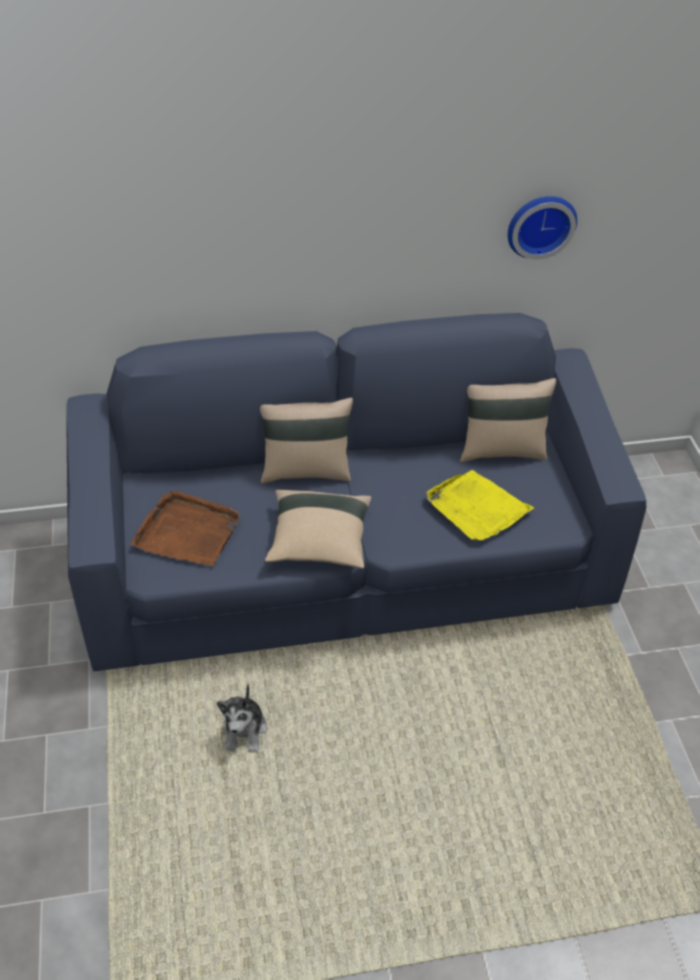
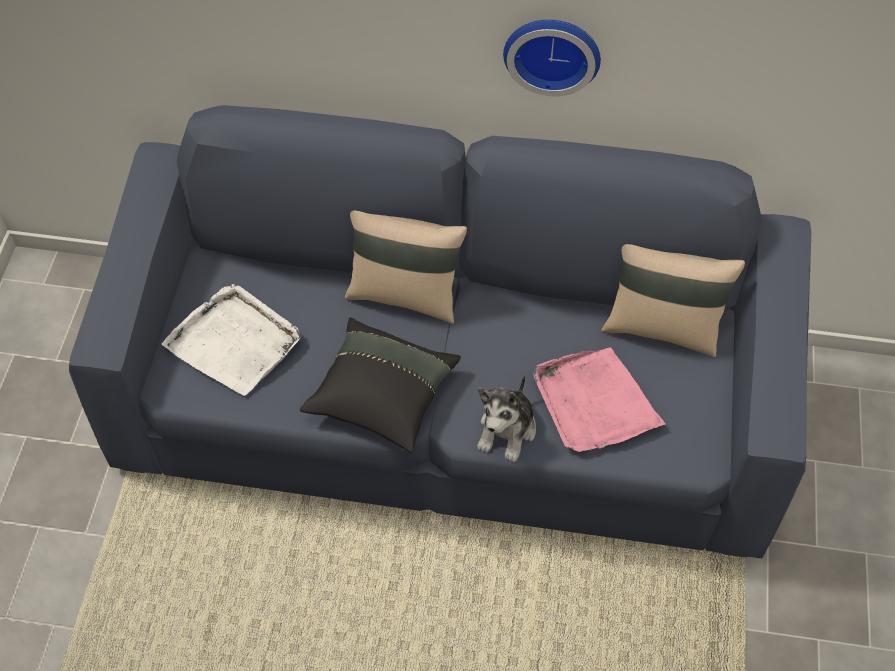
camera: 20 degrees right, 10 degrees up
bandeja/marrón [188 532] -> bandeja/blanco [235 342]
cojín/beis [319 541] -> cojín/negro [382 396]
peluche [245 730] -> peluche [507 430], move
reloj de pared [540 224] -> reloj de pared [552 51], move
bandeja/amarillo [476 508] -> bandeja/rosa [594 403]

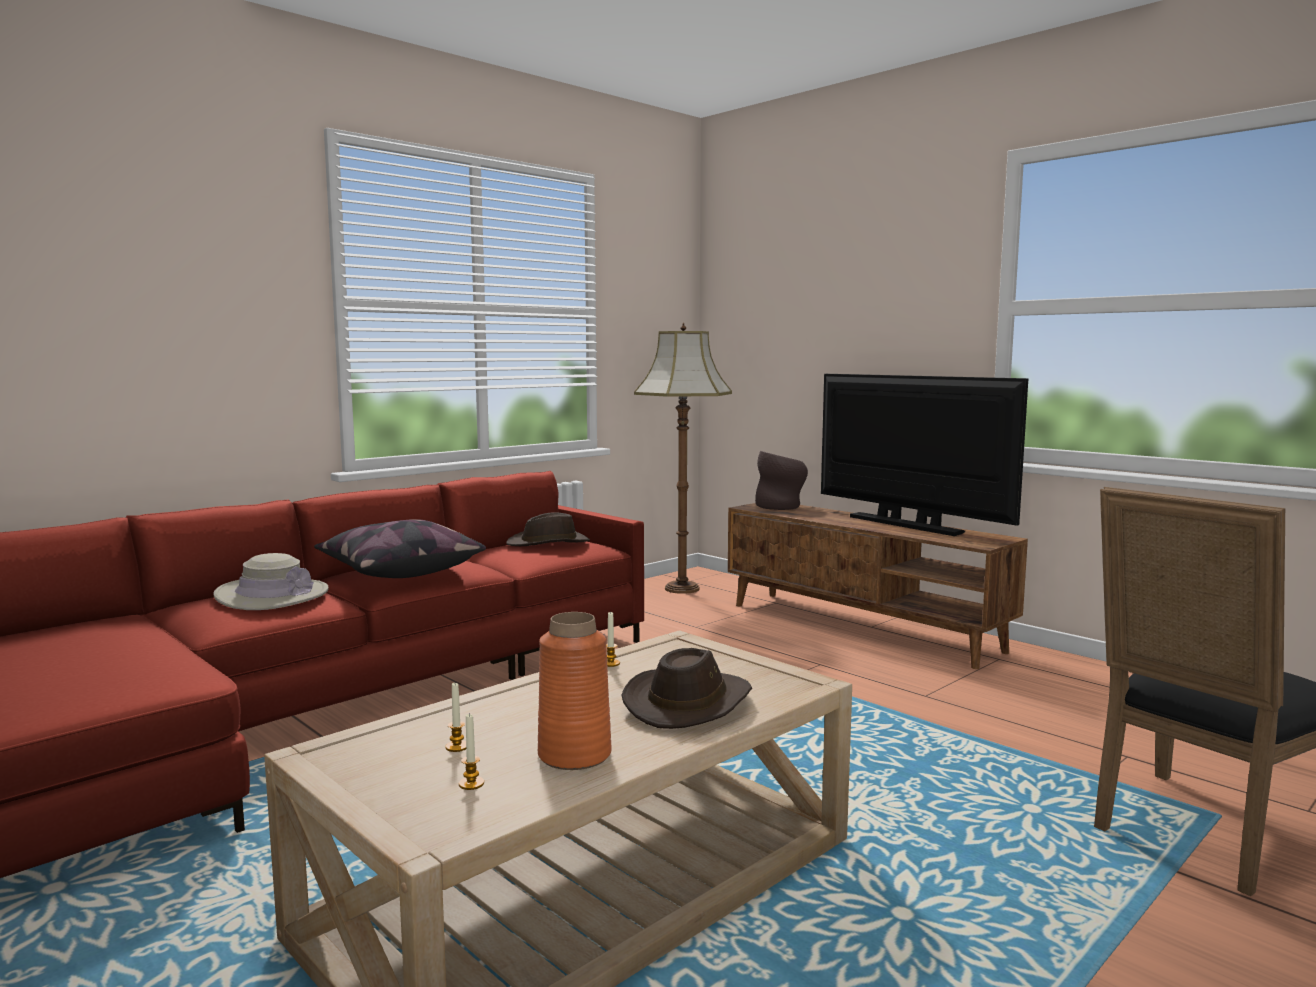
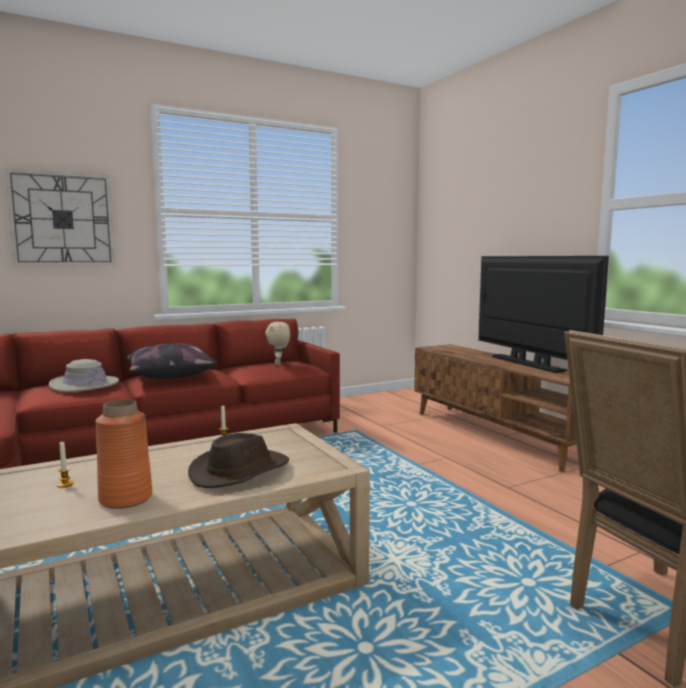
camera: 15 degrees right, 0 degrees up
none -> reloj de pared [62 219]
sombrero/marrón [549 543] -> peluche/beis [279 364]
vela [471 784] -> none
lámpara de pie [682 589] -> none
florero/marrón [781 506] -> none

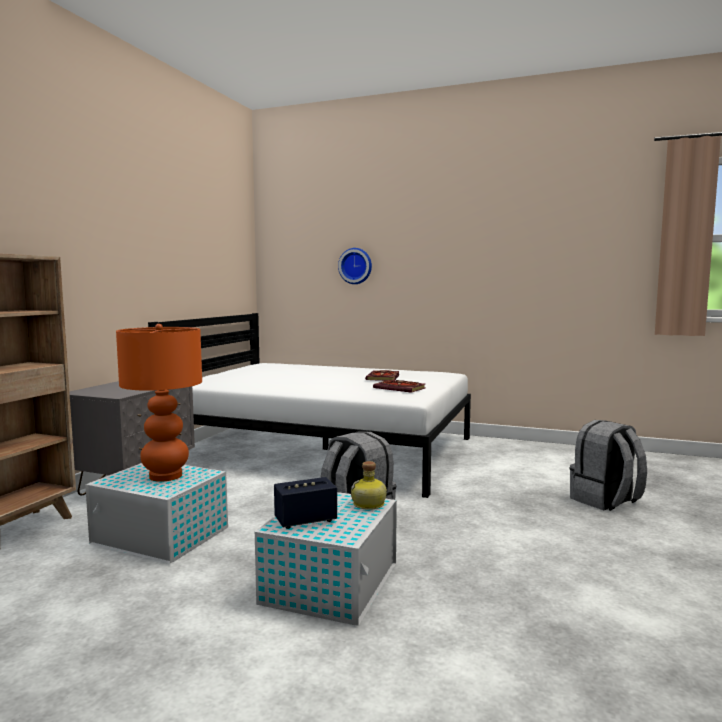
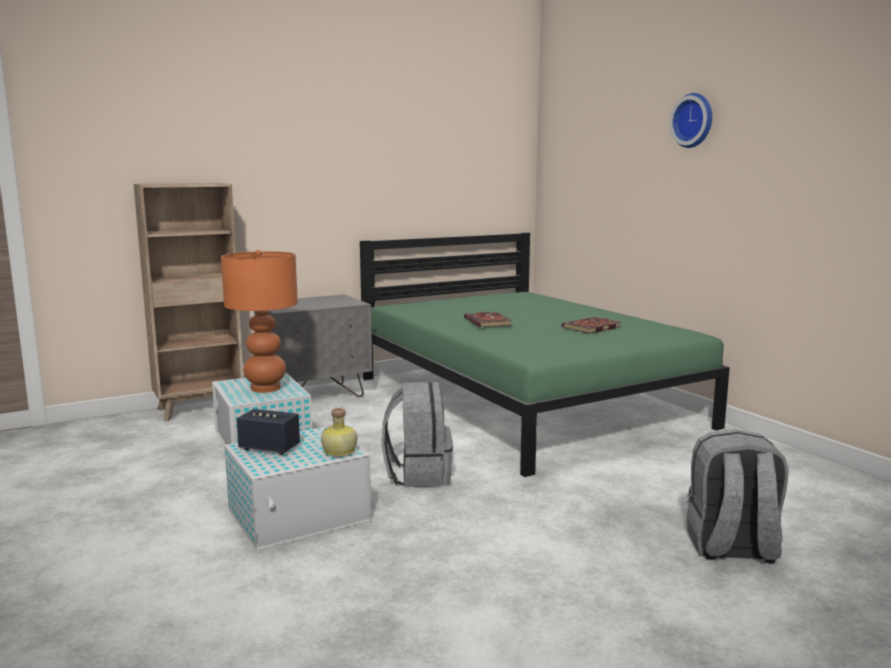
camera: 40 degrees right, 5 degrees up
cama/blanco [323 448] -> cama/verde [525 401]
libro [401 388] -> libro [489 322], move
reloj de pared [356 266] -> reloj de pared [694 120], move

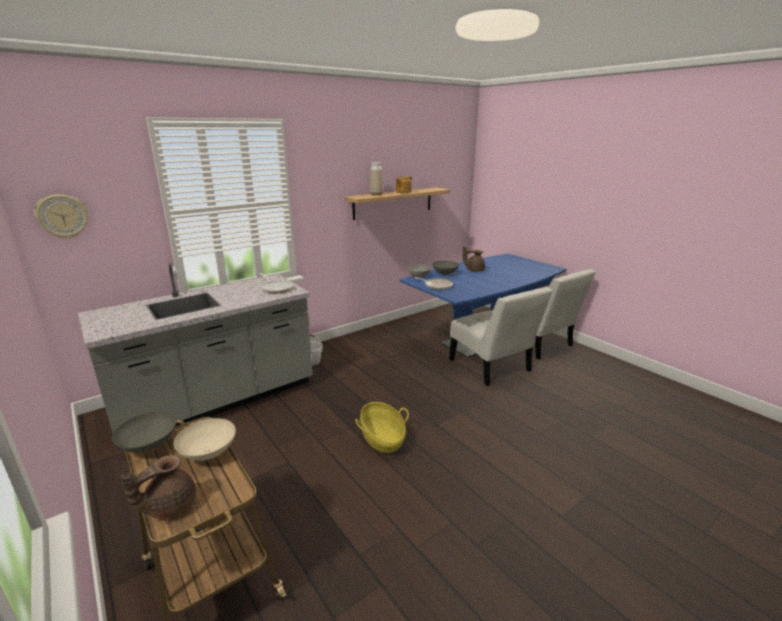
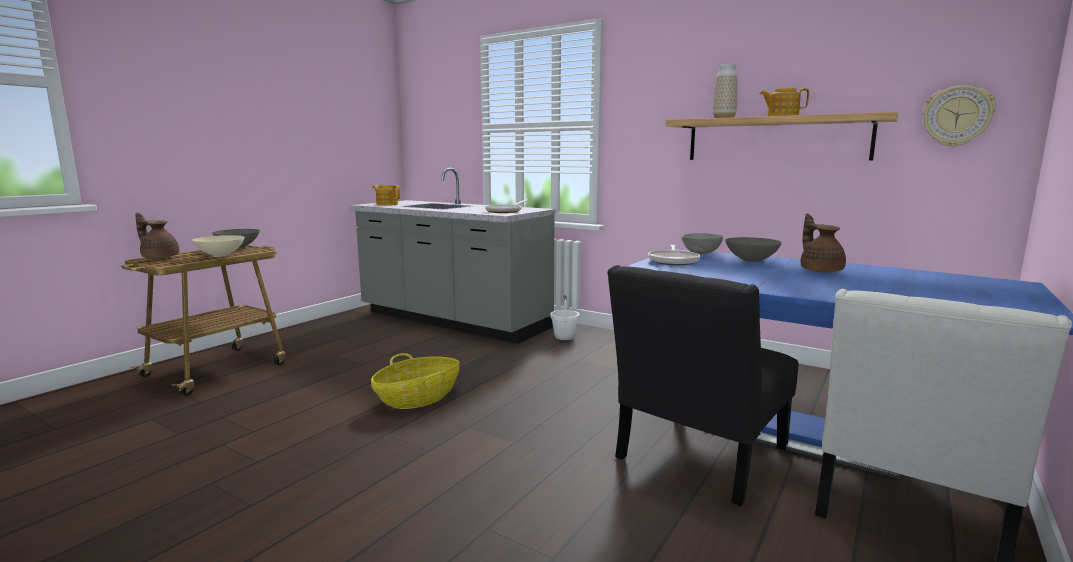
camera: 70 degrees right, 10 degrees down
none -> tetera [387 204]
silla/blanco [492 367] -> silla/negro [697 457]
reloj de pared [62 216] -> reloj de pared [956 116], move

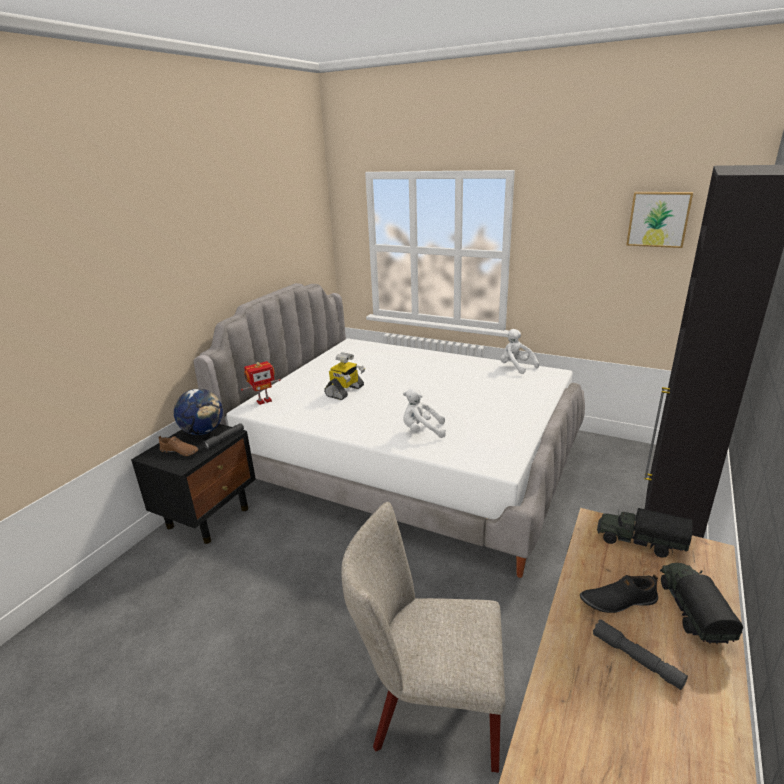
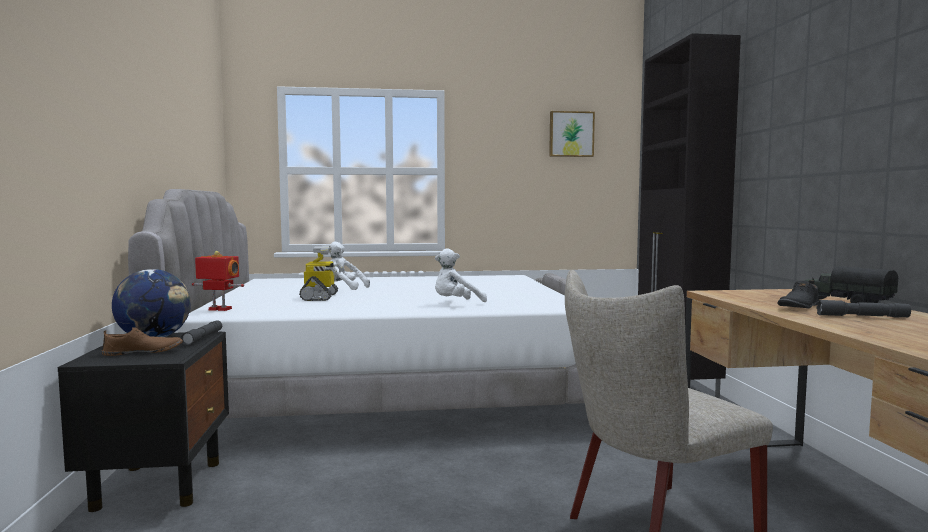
camera: 35 degrees left, 20 degrees down
robot de juguete [264 401] -> robot de juguete [219 309], 105 degrees counterclockwise
peluche/blanco [516 367] -> peluche/blanco [343 288], move
camión de juguete [639 542] -> none

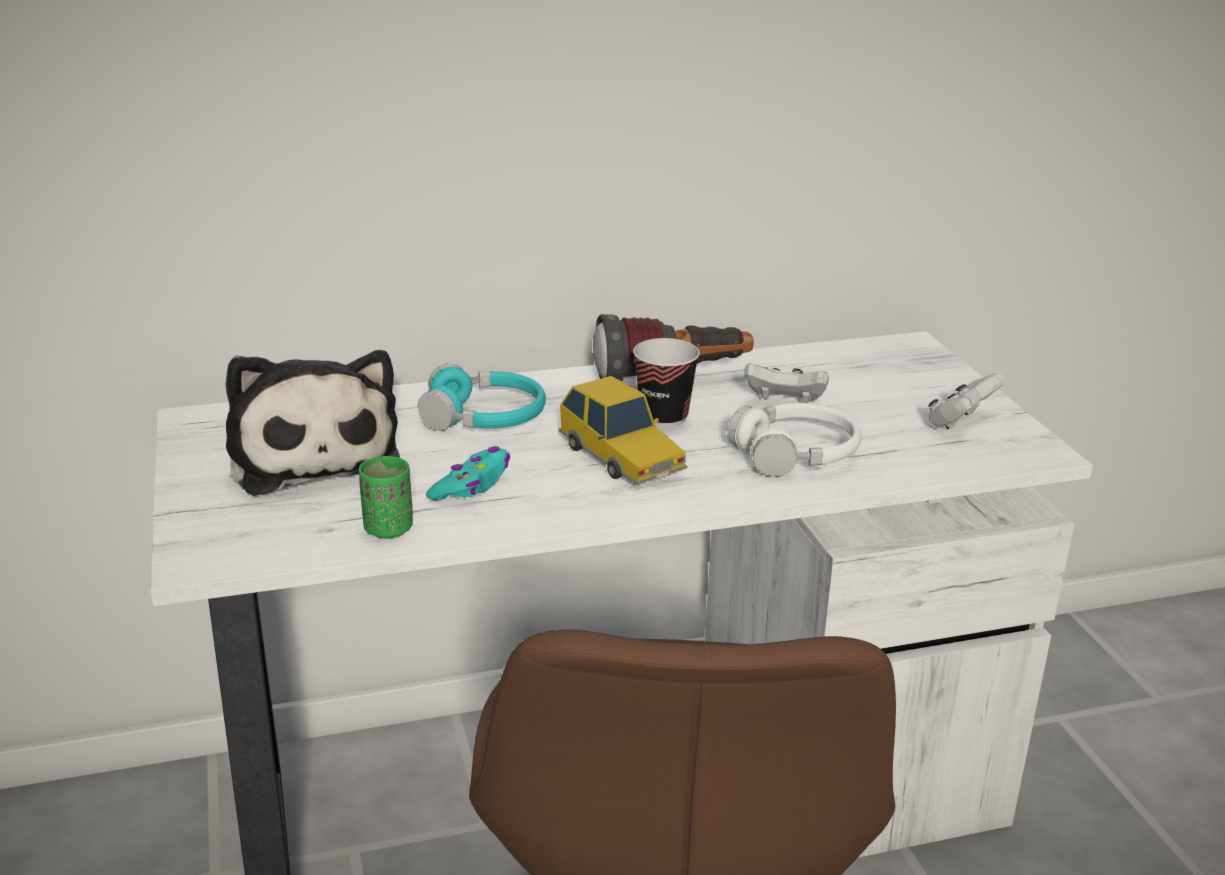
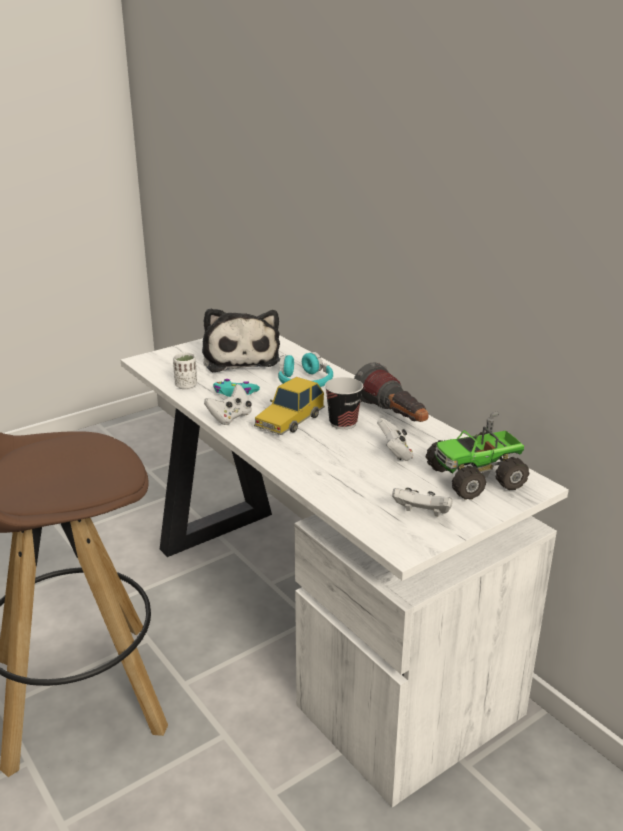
camera: 70 degrees right, 0 degrees up
taza/verde [388 529] -> taza/blanco [186 386]
peluche [311 454] -> peluche [240 358], 60 degrees counterclockwise
none -> mando de consola/blanco [230 417]
none -> camión de juguete [476 477]
auriculares/blanco [796 453] -> none

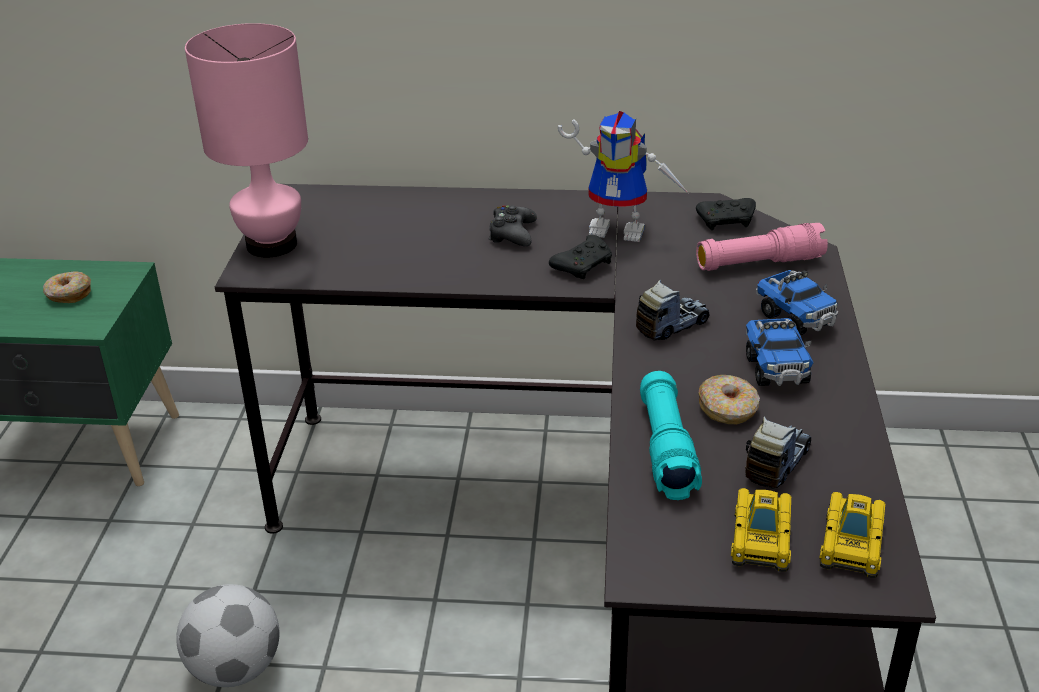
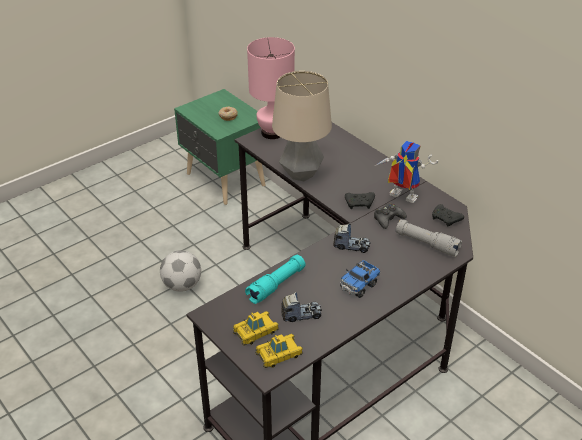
camera: 45 degrees right, 5 degrees up
none -> lámpara de mesa [301 174]
mando de consola/negro [512 234] -> mando de consola/negro [388 219], move
robot de juguete [622 229] -> robot de juguete [399 198], 150 degrees clockwise
linterna/rosa [759 263] -> linterna/gris [427 244]
rosquilla [728 409] -> none
camión de juguete [795 318] -> none

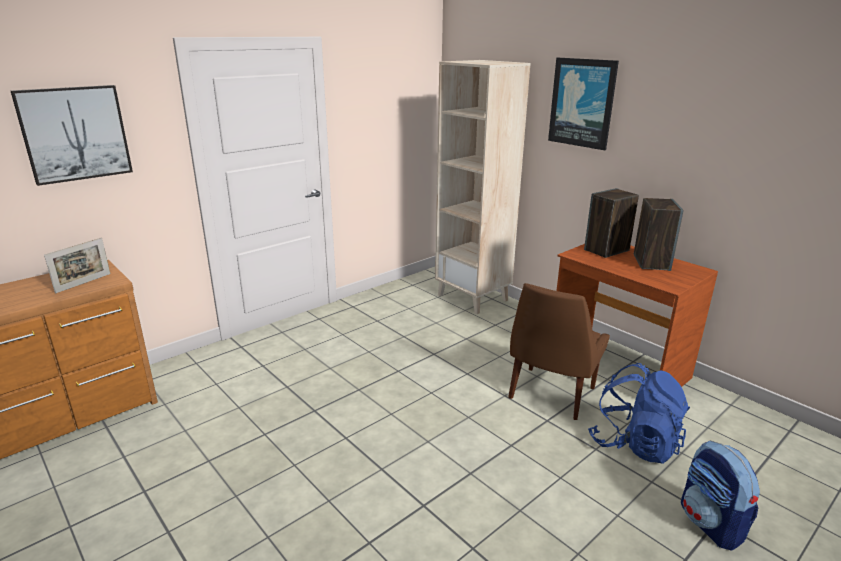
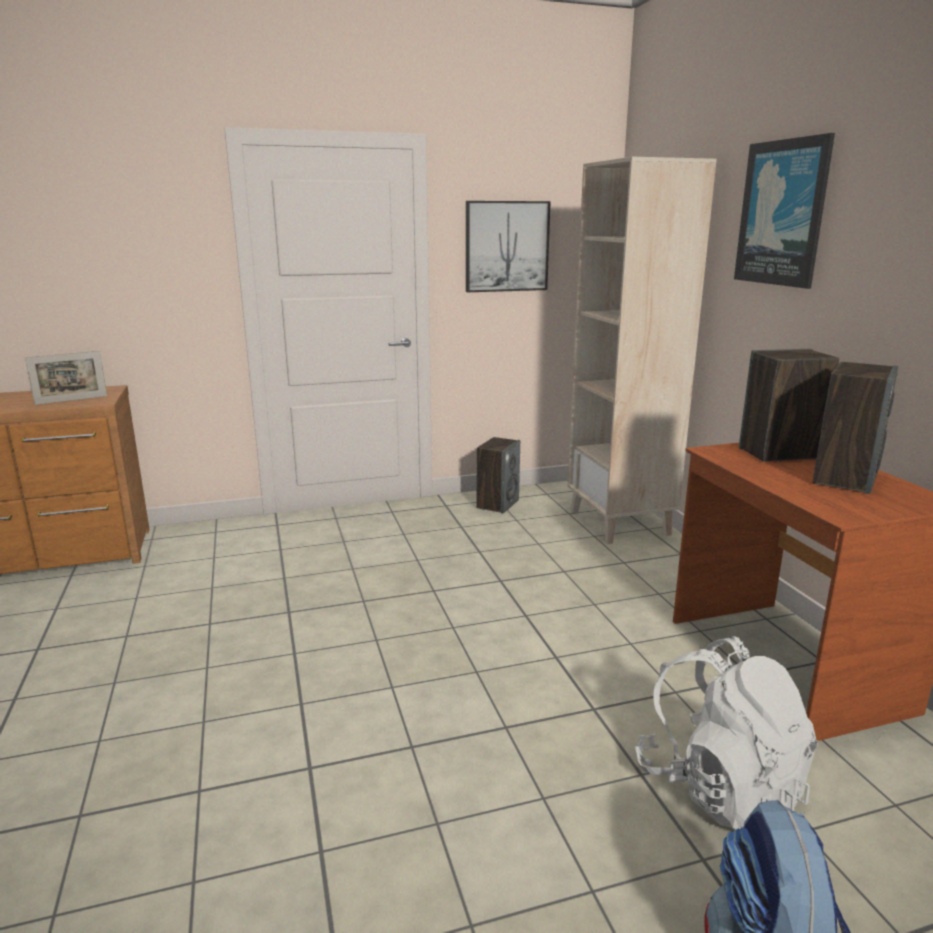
camera: 25 degrees right, 5 degrees down
cuadro [75 133] -> cuadro [506 246], move
none -> altavoz [497 504]
mochila/azul [634 443] -> mochila/blanco [719 787]
silla/marrón [550 395] -> none

